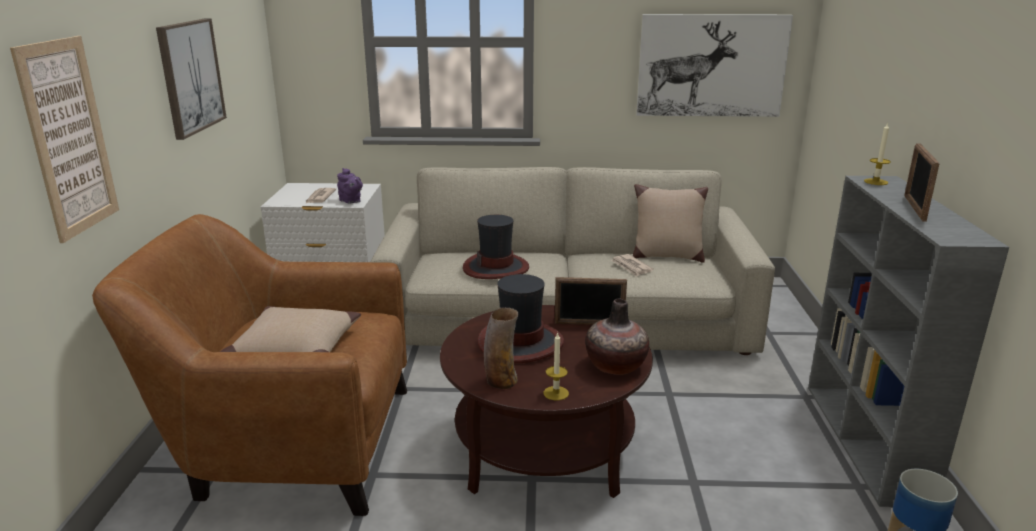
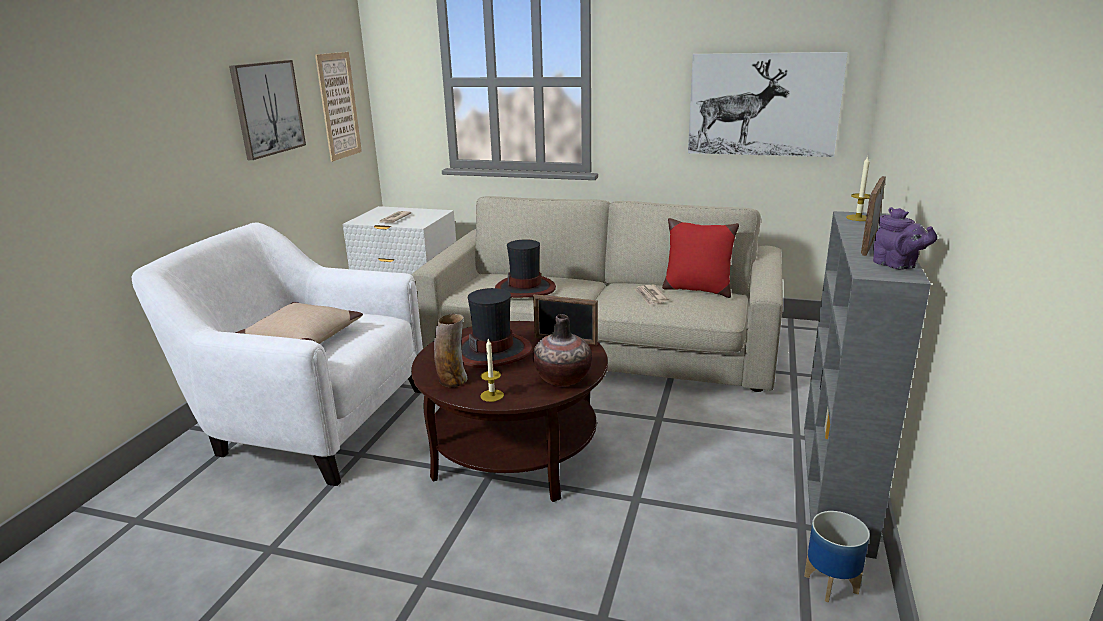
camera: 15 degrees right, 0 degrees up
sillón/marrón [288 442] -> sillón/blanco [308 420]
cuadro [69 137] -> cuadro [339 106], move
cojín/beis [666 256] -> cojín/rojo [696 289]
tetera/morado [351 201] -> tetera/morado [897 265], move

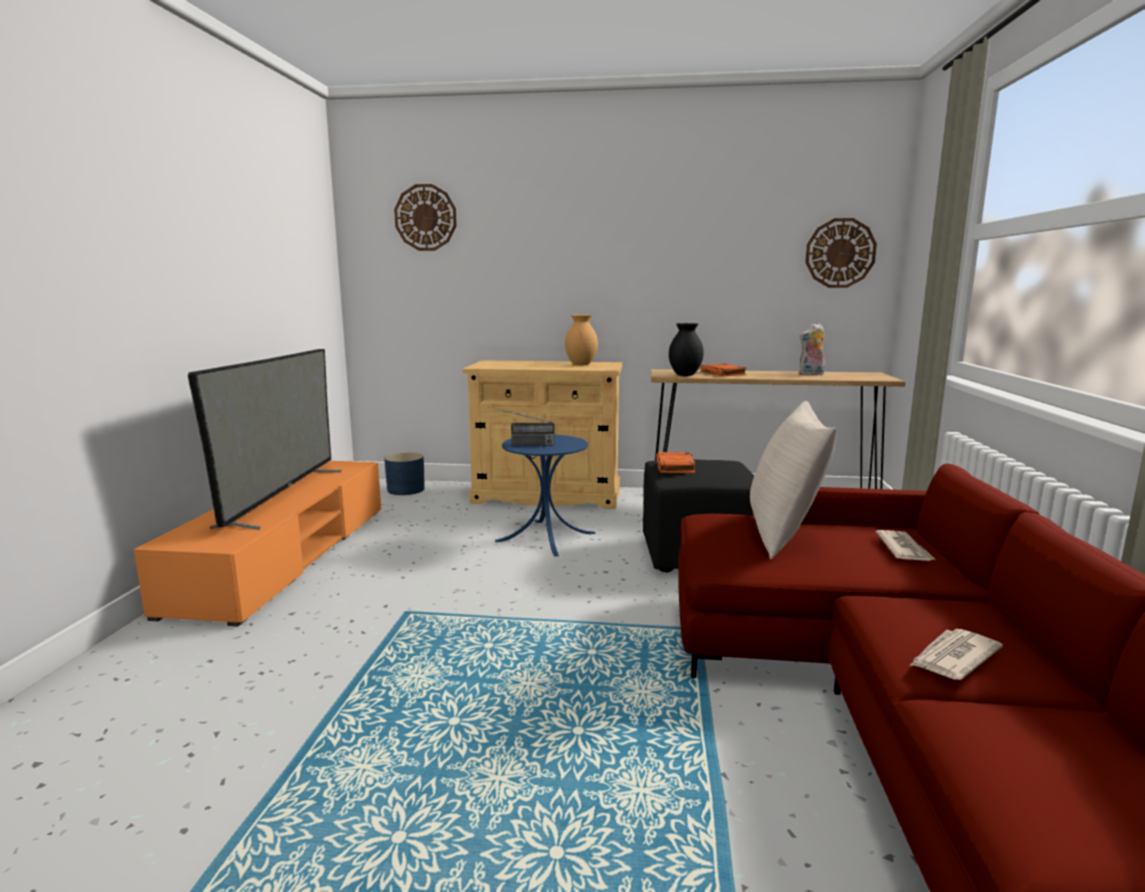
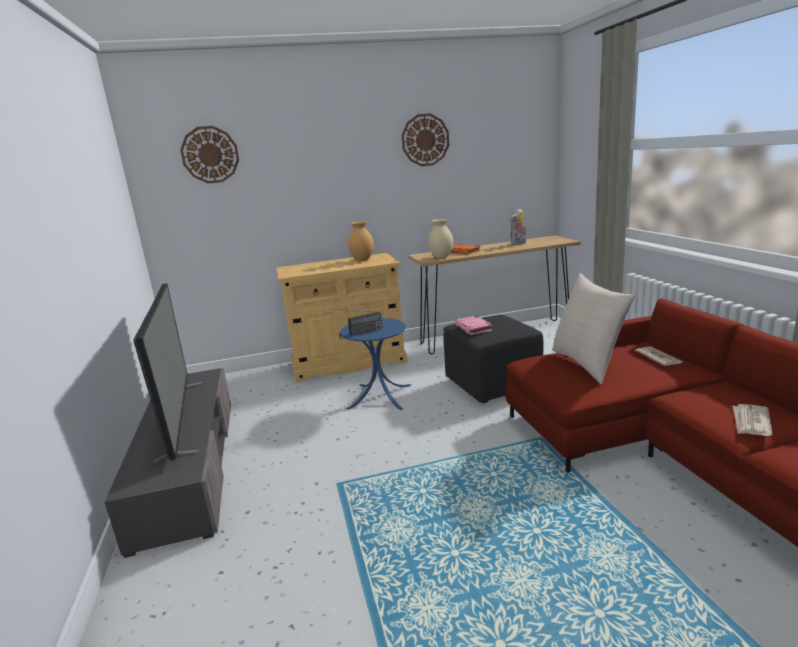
camera: 20 degrees left, 5 degrees up
mueble de televisión/naranja [286 556] -> mueble de televisión/gris [189 465]
reloj de pared [840 253] -> reloj de pared [425 140], move
florero/negro [685 375] -> florero/beis [441 257]
libro/naranja [675 467] -> libro/rosa [473 328]
maceta/azul [406 490] -> none

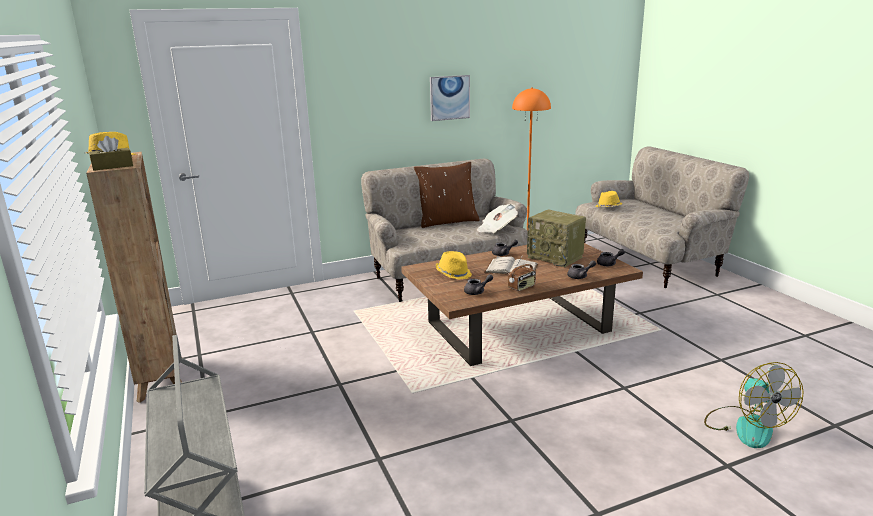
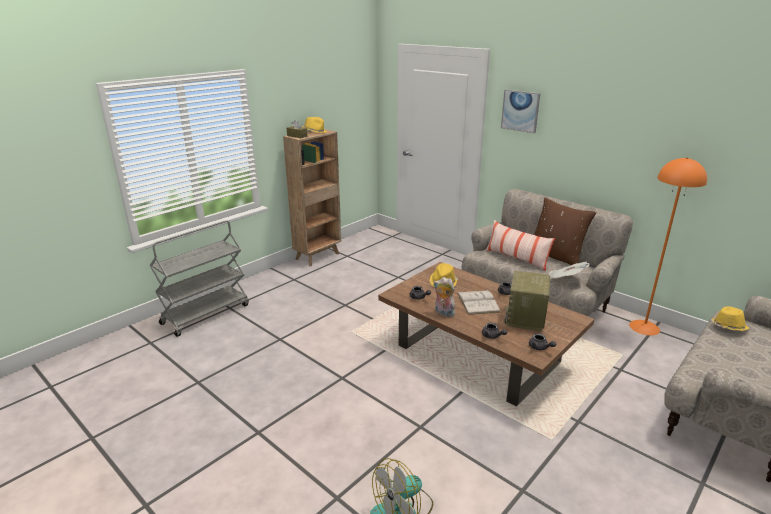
camera: 65 degrees right, 5 degrees up
radio [522 287] -> peluche [443 313]
none -> cojín [516 259]
cuadro [449 97] -> cuadro [520 111], move

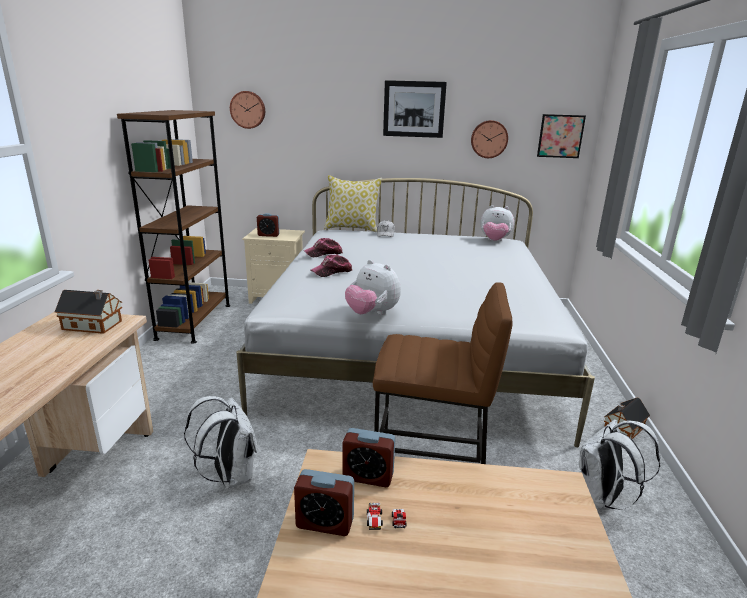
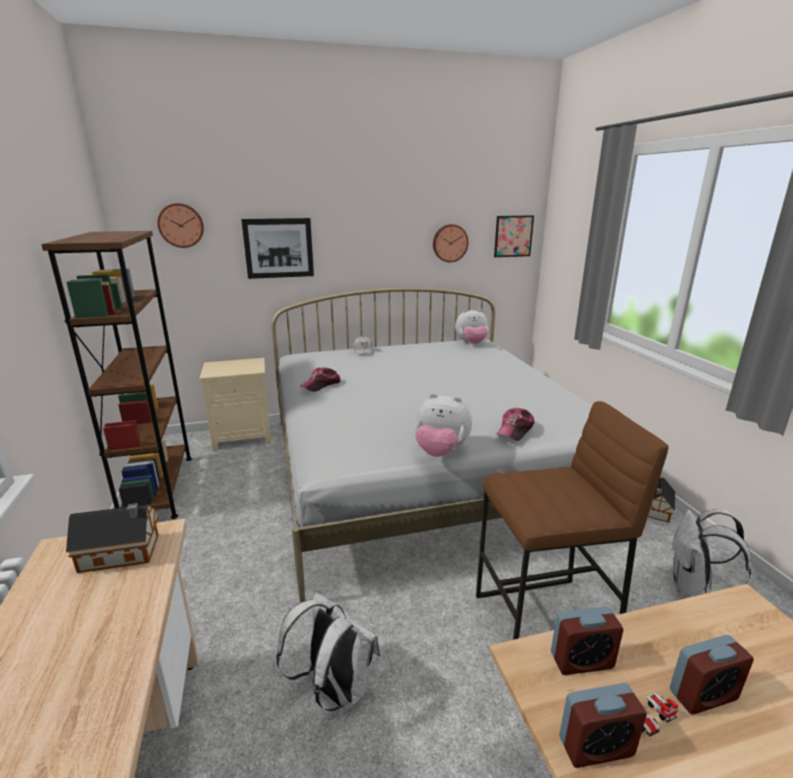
camera: 20 degrees left, 0 degrees up
cuadro [414 109] -> cuadro [278 248], move
gorra [332 272] -> gorra [515 430], move
despertador [268 235] -> despertador [703 695], move
cojín [352 228] -> none

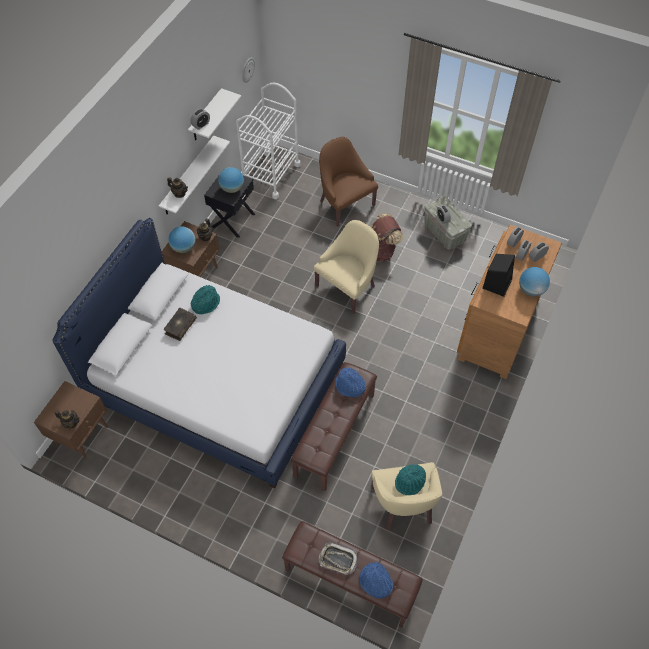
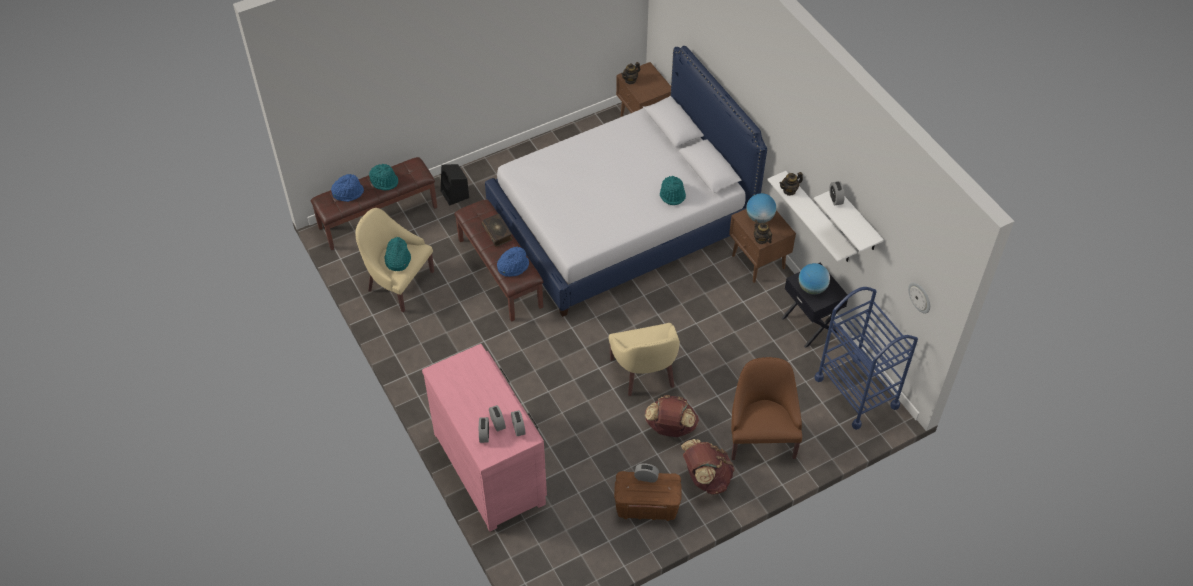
camera: 125 degrees right, 5 degrees down
bandeja [337 559] -> sombrero/turquesa [384 181]
cómoda/marrón [496 328] -> cómoda/rosa [491 467]
altavoz/negro [497 283] -> altavoz/negro [455 195], move
libro [180 326] -> libro [497 233], move
caja de almacenaje/gris [445 233] -> caja de almacenaje/marrón [646 506]
none -> mochila/marrón [705 478]
sillón/marrón [344 204] -> sillón/marrón [761 436], 90 degrees counterclockwise
carrito/blanco [271 175] -> carrito/azul [856 392]
globo terráqueo [531 290] -> none

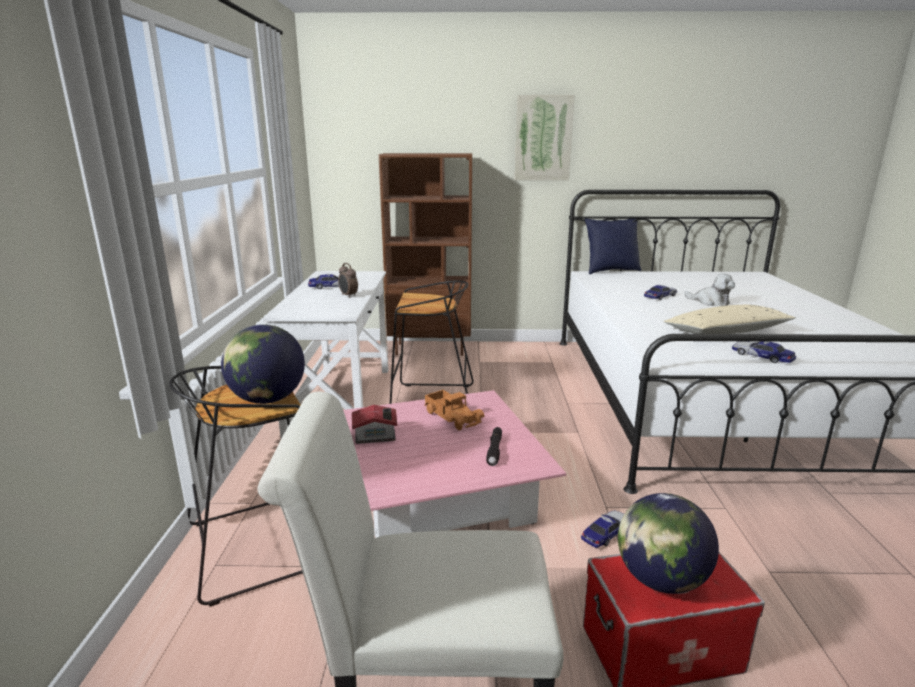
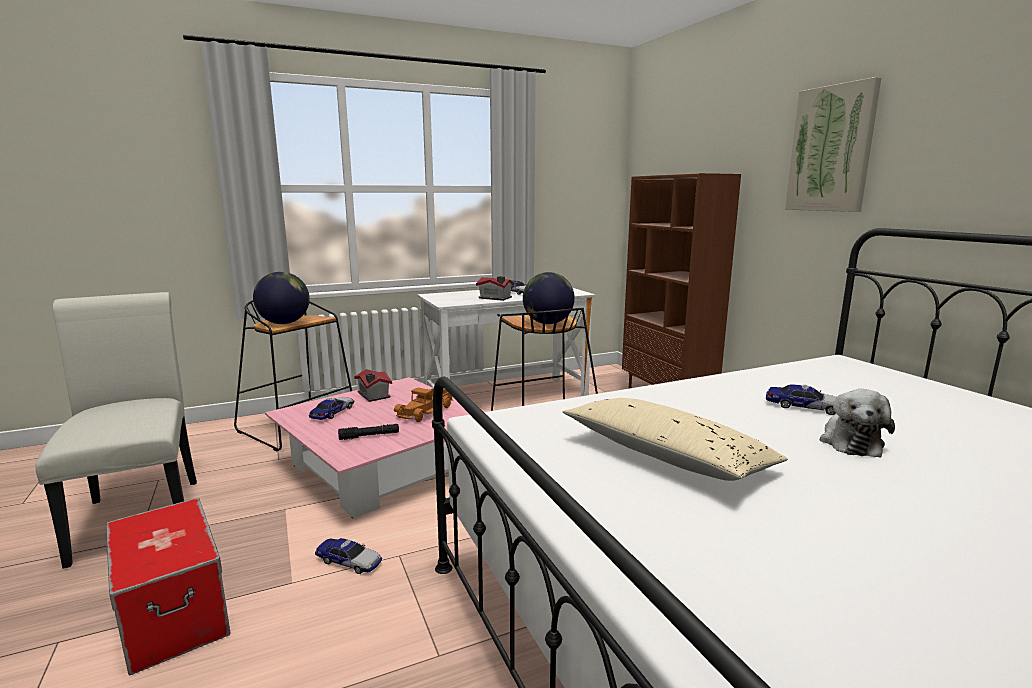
camera: 65 degrees right, 5 degrees down
coche de juguete [761 356] -> coche de juguete [333 412], move
despertador [348 296] -> casita [495 298]
globo terráqueo [660 579] -> globo terráqueo [547 323], move
cojín/azul [610 271] -> none

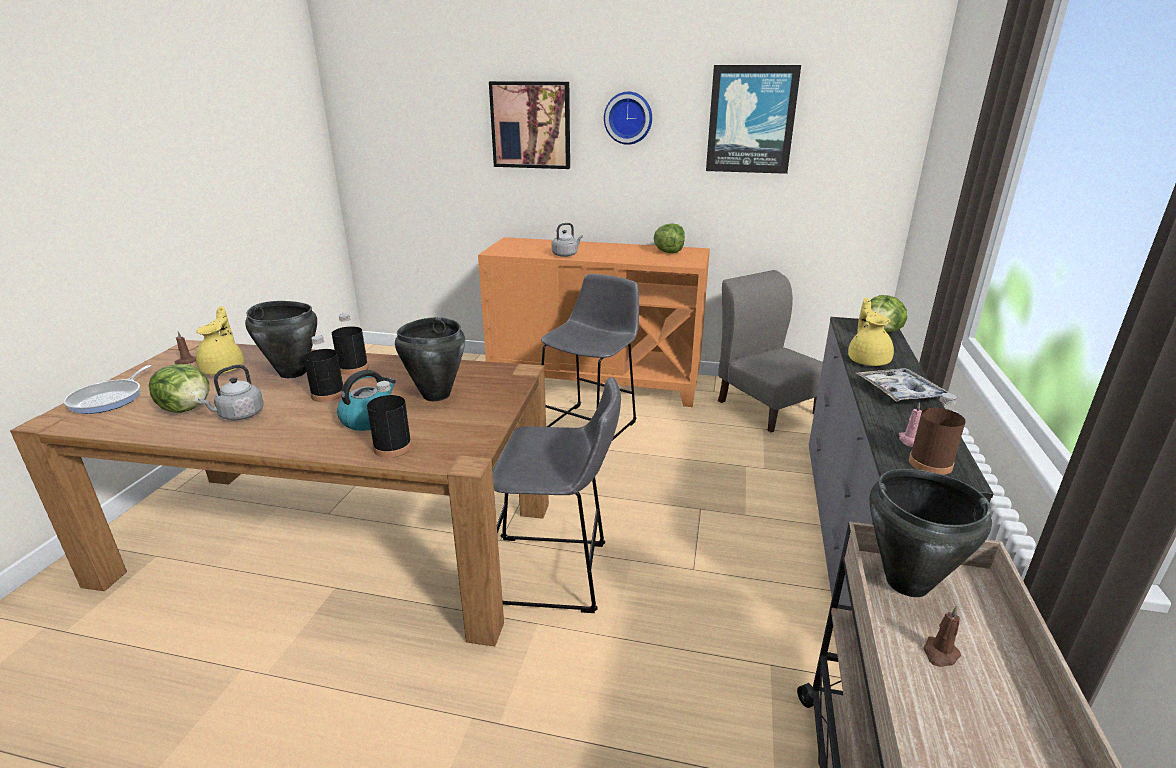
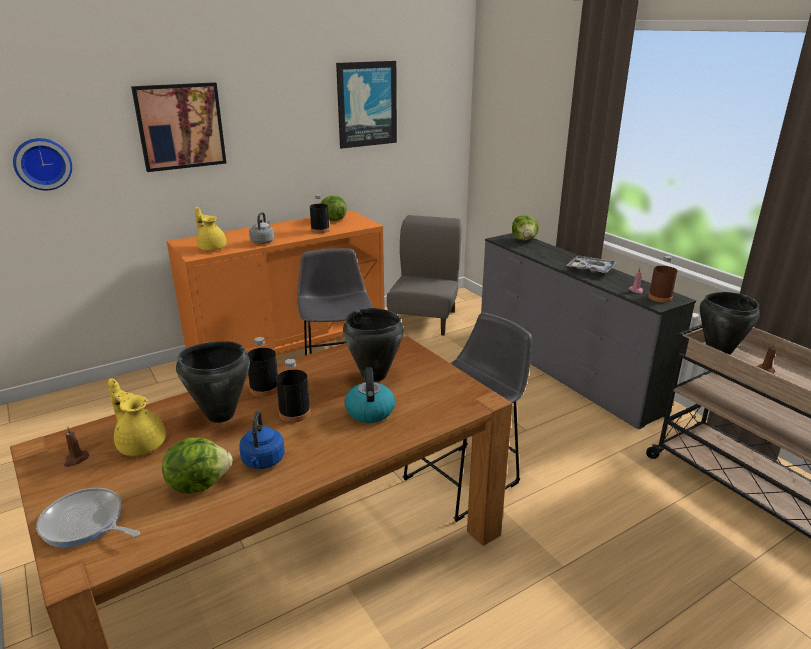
camera: 45 degrees left, 0 degrees up
reloj de pared [628 118] -> reloj de pared [42 163], move
sartén [109 399] -> sartén [85 524], 150 degrees clockwise
tetera/amarillo [868 360] -> tetera/amarillo [212 248], move
hervidor/gris [239 415] -> hervidor/azul [263 462]
botella/negro [392 447] -> botella/negro [320 230], move
silla/gris [767 407] -> silla/gris [425 320], 90 degrees clockwise

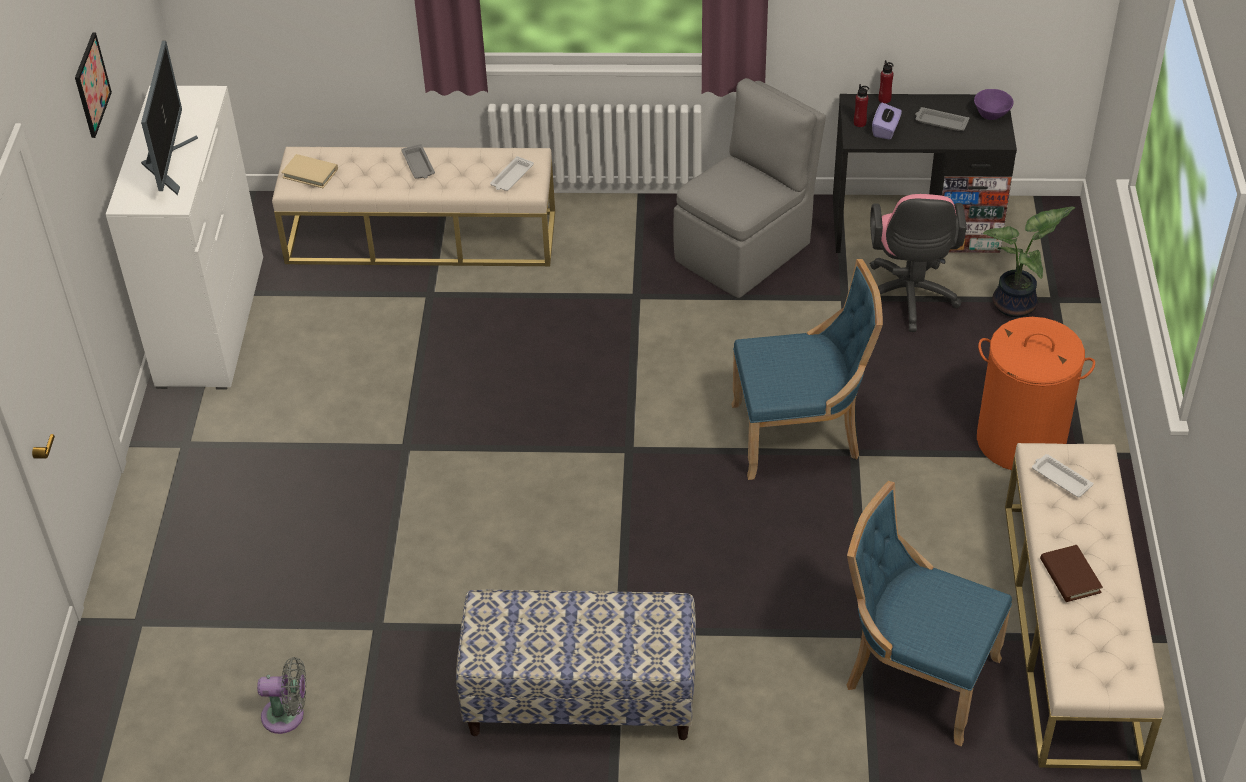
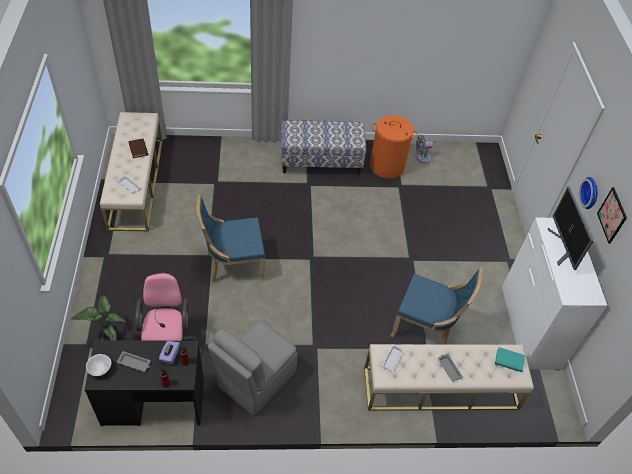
camera: 170 degrees right, 5 degrees up
cuenco/morado [992 115] -> cuenco/blanco [100 369]
cesto de la ropa/naranja [1020 441] -> cesto de la ropa/naranja [387 166], move
silla/azul [915 676] -> silla/azul [426 327], move
libro/beis [310 173] -> libro/turquesa [509 360]
none -> reloj de pared [591 193]

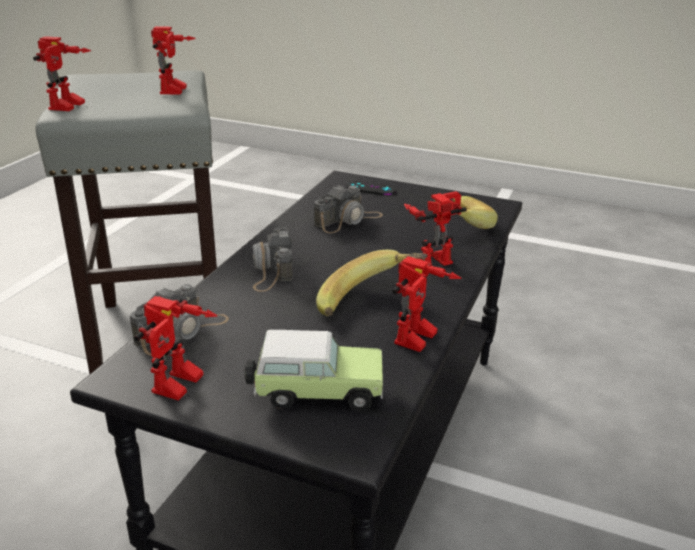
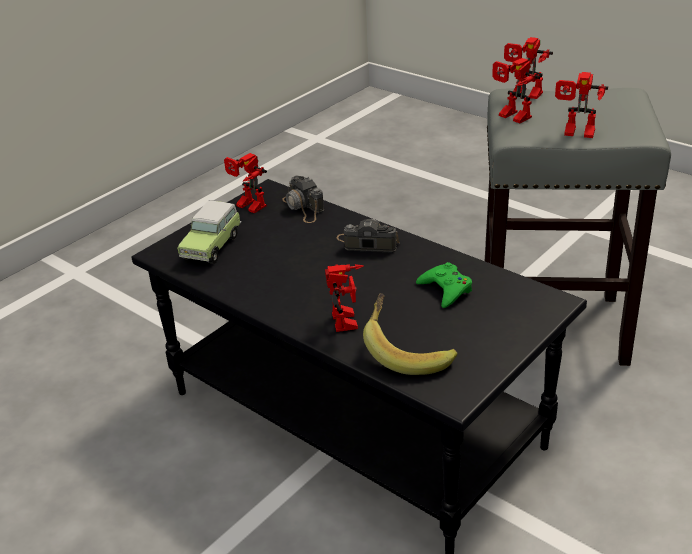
camera: 110 degrees right, 5 degrees up
cámara [348 220] -> mando de consola/verde [446 290]
robot de juguete [420 341] -> robot de juguete [510 117], move
plátano [371 303] -> none
mando de consola/negro [371 188] -> none

